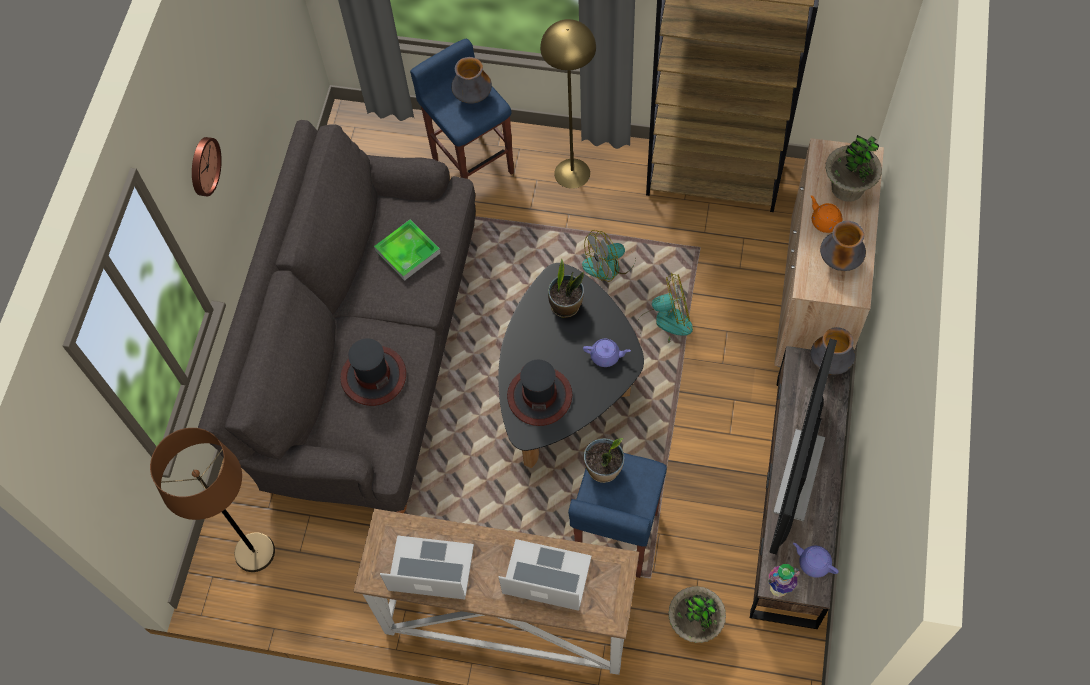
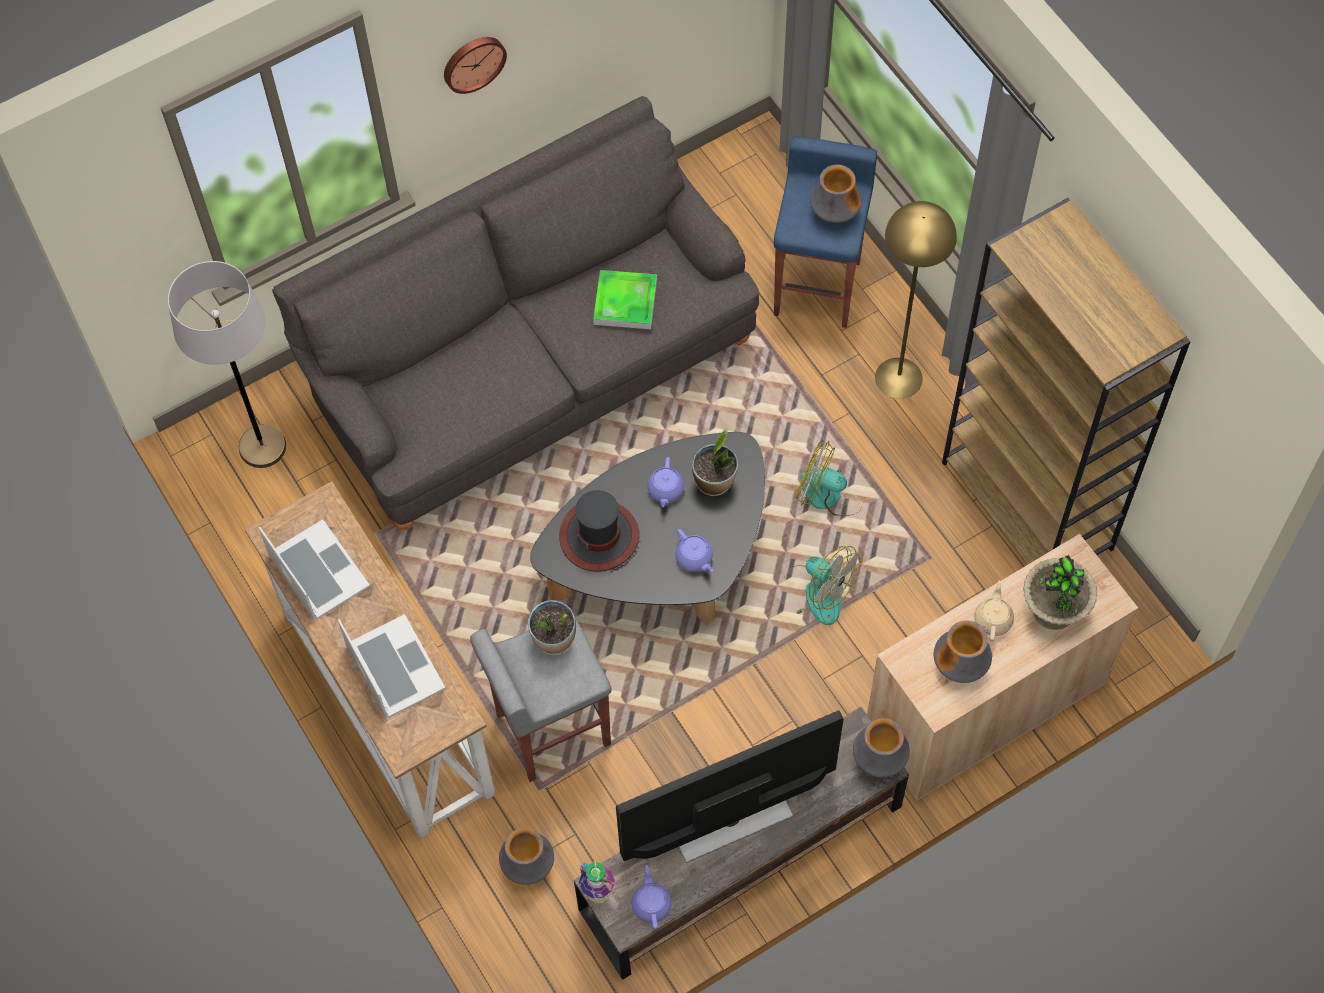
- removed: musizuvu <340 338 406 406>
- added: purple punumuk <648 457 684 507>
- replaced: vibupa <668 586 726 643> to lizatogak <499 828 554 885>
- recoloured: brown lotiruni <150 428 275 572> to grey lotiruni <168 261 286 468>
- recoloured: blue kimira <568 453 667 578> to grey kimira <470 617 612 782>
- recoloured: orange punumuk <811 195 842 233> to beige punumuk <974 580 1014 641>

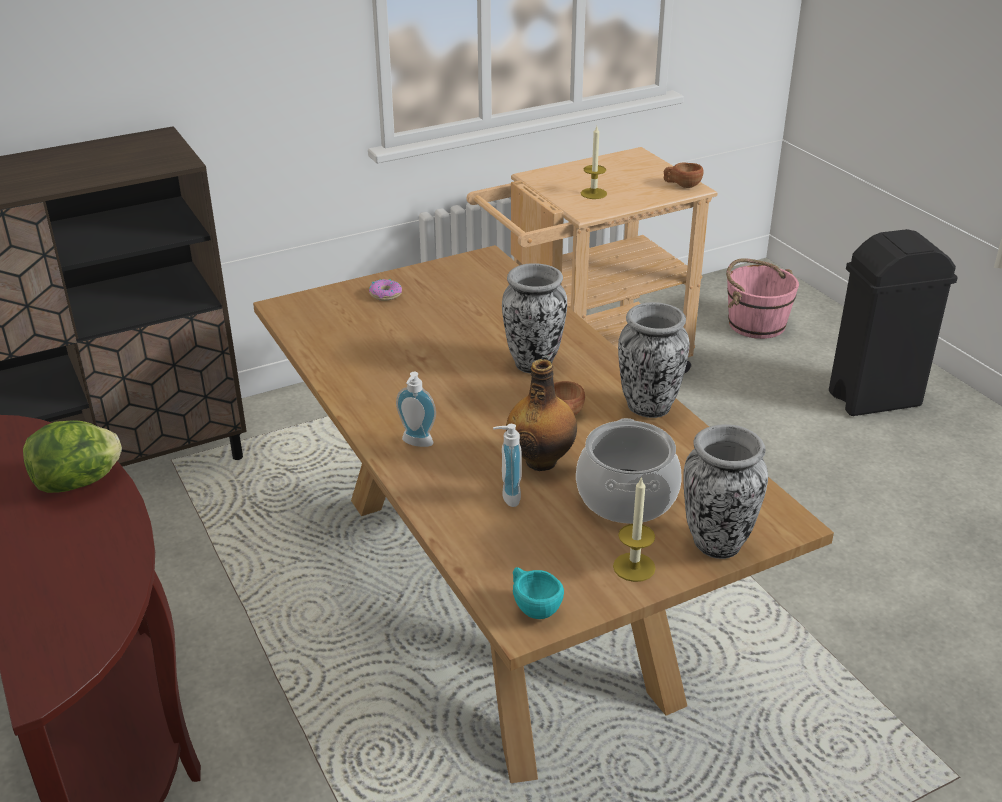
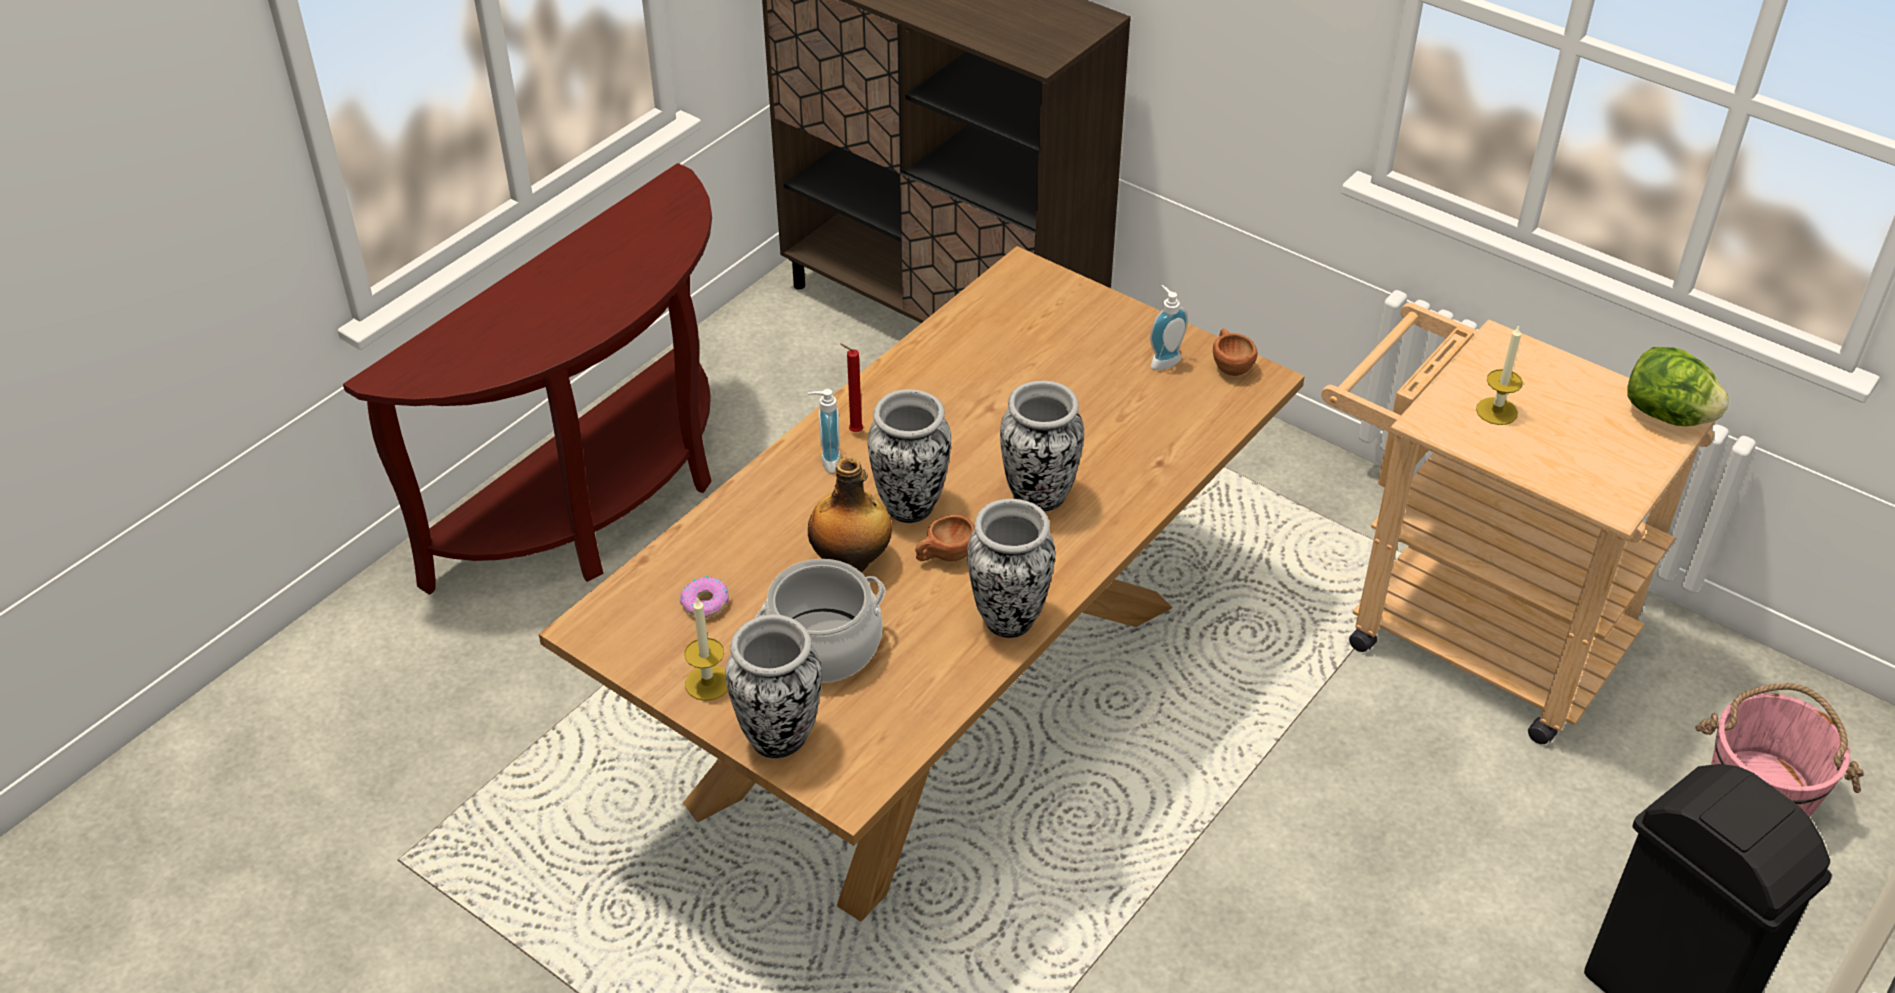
- removed: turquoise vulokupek <513 567 564 619>
- added: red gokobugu <840 344 863 432>
- added: lizatogak <868 389 951 523>
- moved: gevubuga <23 420 122 493> to <1627 347 1729 426>
- moved: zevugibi <369 279 402 301> to <680 576 729 618>
- moved: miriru <493 424 522 507> to <1150 285 1188 370>
- moved: brown vulokupek <664 162 703 188> to <1213 328 1258 376>

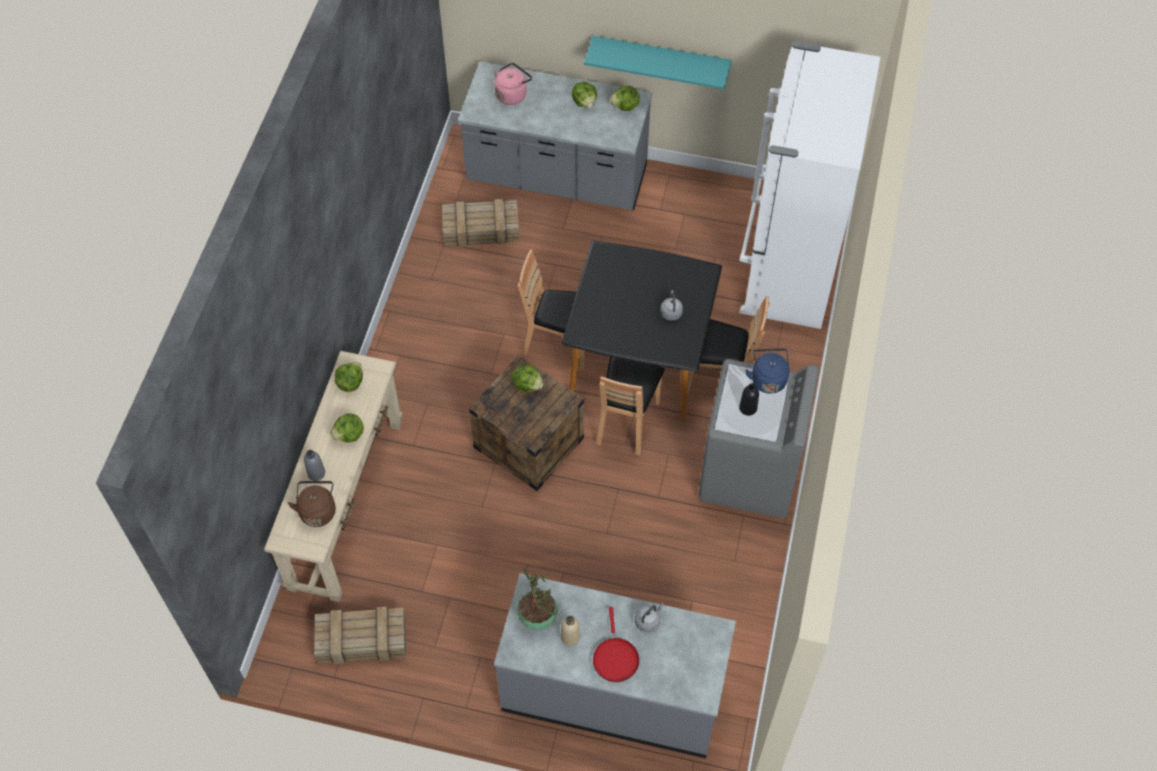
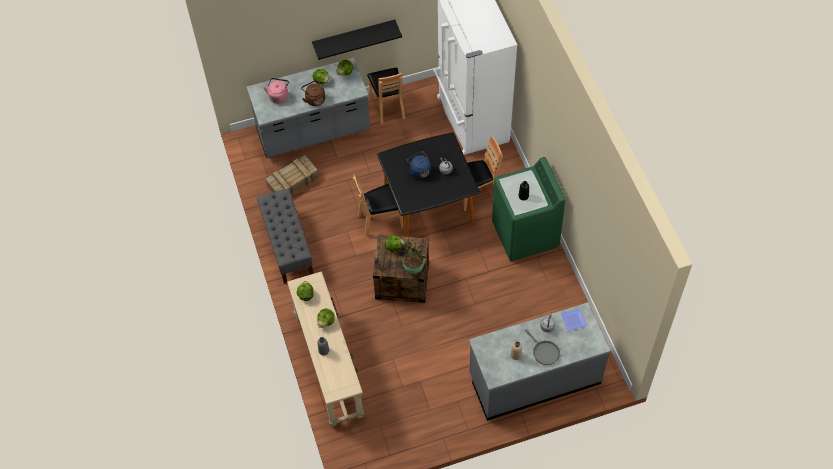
- removed: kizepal <314 607 406 664>
- added: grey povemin <257 188 313 284>
- added: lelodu <561 309 587 331>
- moved: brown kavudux <288 481 336 527> to <301 80 325 106>
- moved: vibupa <517 566 557 630> to <400 240 426 274>
- moved: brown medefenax <596 357 665 455> to <367 68 405 124>
- moved: blue kavudux <745 348 789 394> to <407 151 431 178>
- recoloured: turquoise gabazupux <584 36 732 89> to black gabazupux <312 20 402 60>
- recoloured: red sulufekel <593 607 639 682> to grey sulufekel <525 329 560 365>
- recoloured: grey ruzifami <698 359 819 518> to green ruzifami <492 157 566 261>

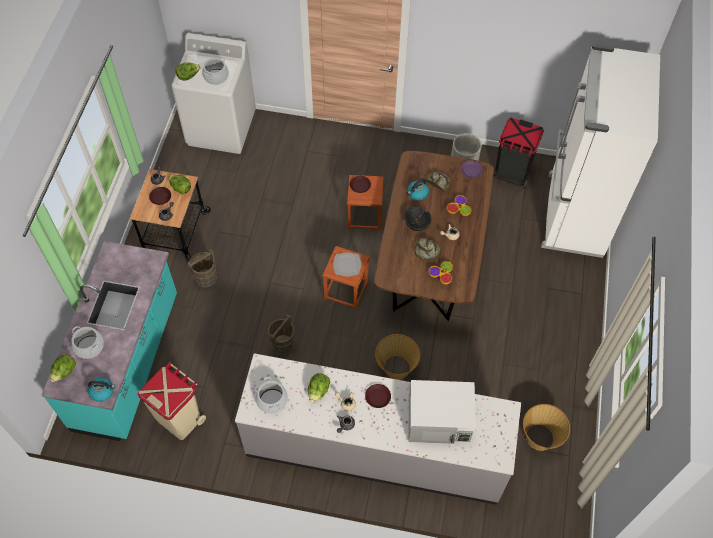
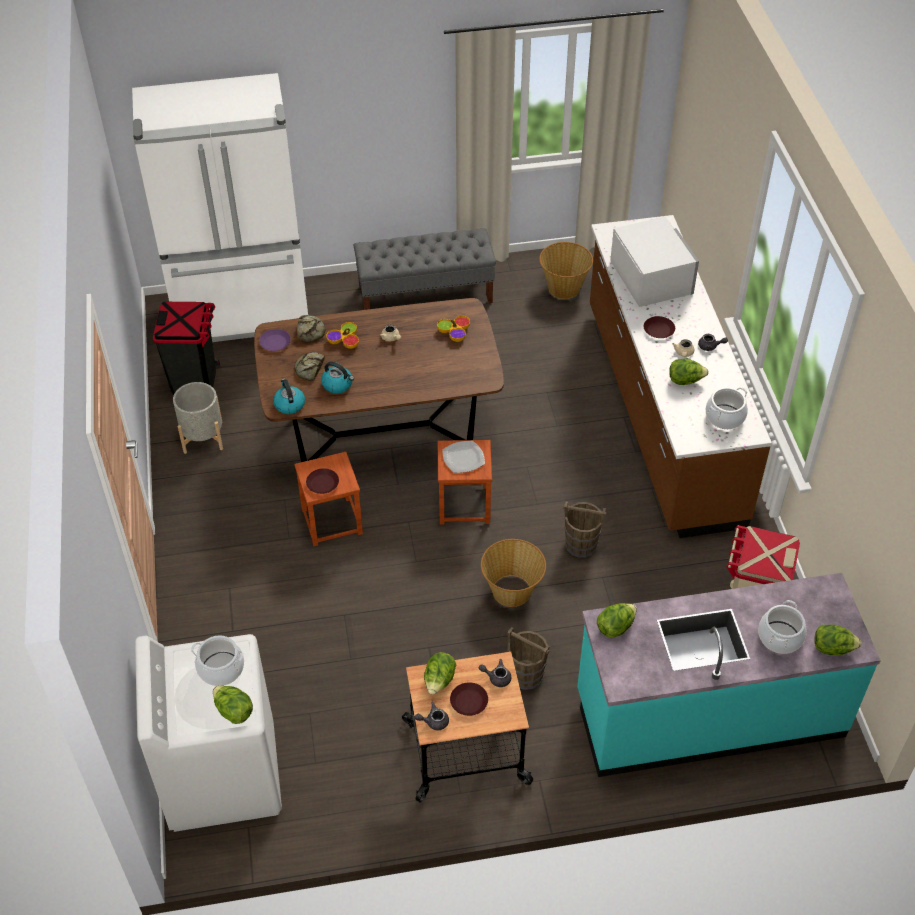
- removed: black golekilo <404 206 432 231>
- added: grey povemin <354 228 496 310>
- added: gevubuga <597 603 637 638>
- moved: kavudux <88 377 115 402> to <273 378 305 414>
- moved: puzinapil <375 334 420 380> to <481 539 546 607>
- moved: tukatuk <414 238 441 260> to <297 315 325 342>
- recoloured: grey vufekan <235 353 521 505> to brown vufekan <590 215 772 538>

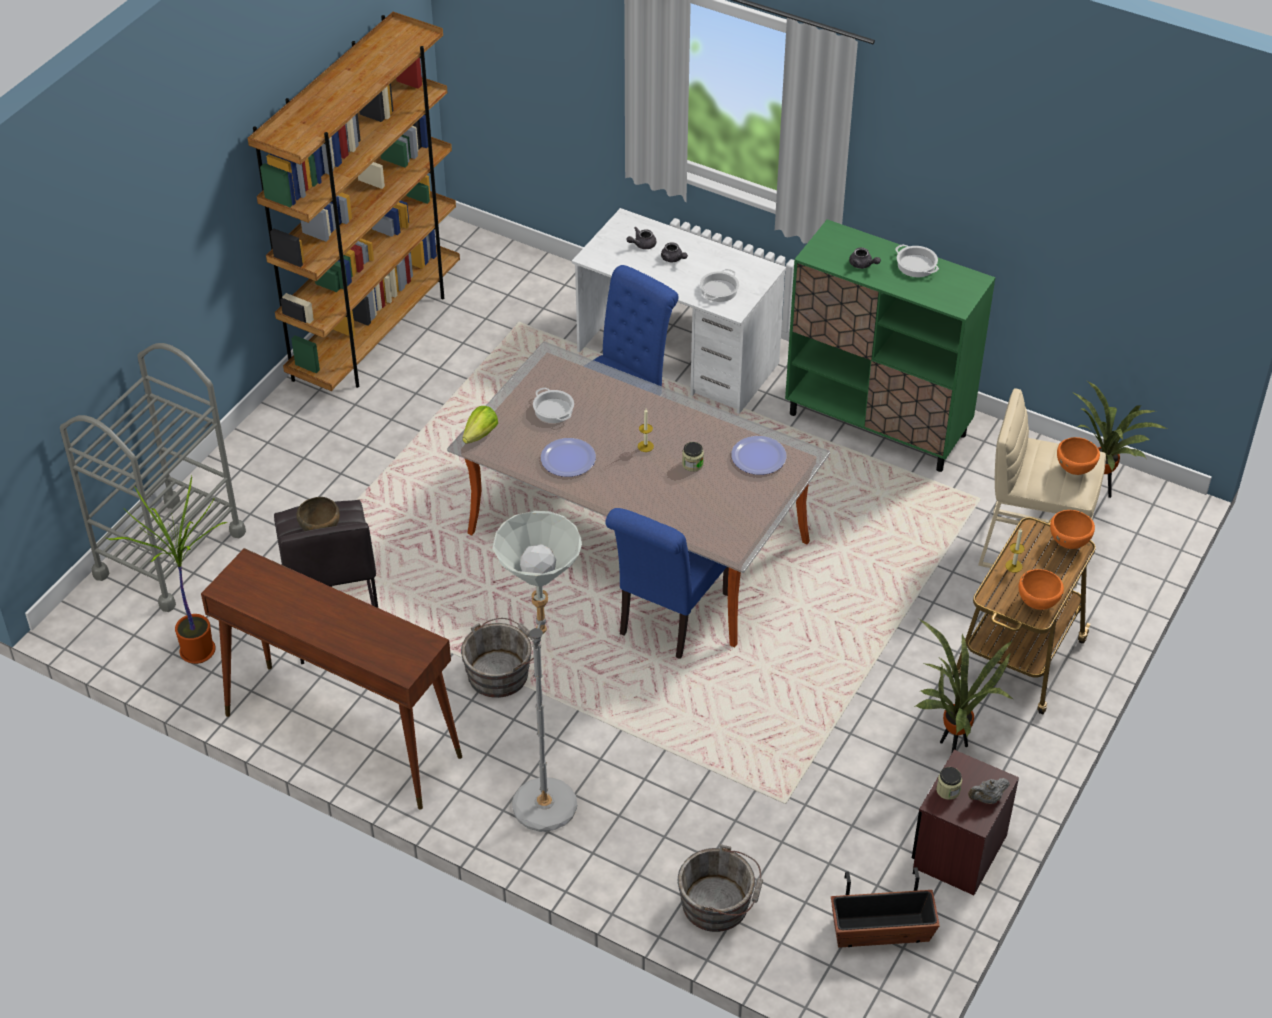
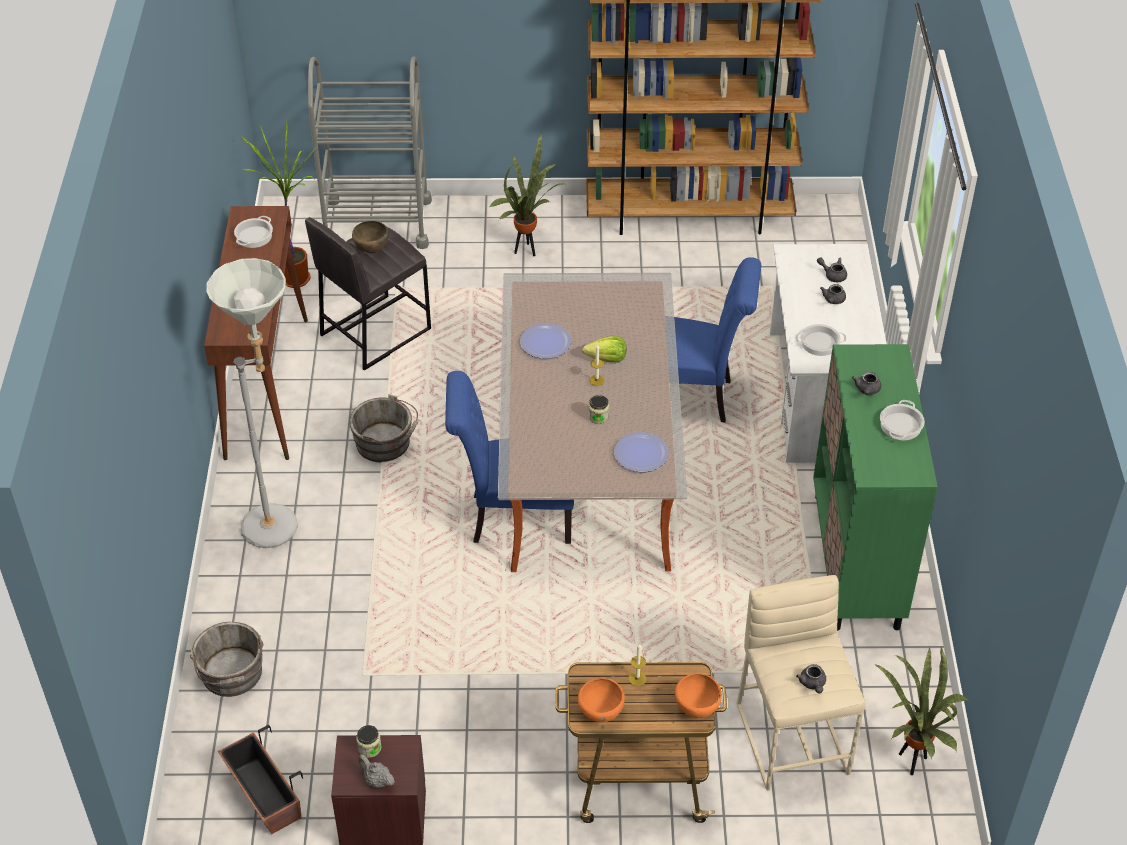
- moved: gevubuga <462 406 498 444> to <582 336 627 362>
- moved: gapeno <533 388 574 423> to <234 216 273 248>
- moved: vibupa <914 619 1014 754> to <489 132 564 256>
- replaced: orange golekilo <1057 437 1100 475> to grey punumuk <796 664 826 693>

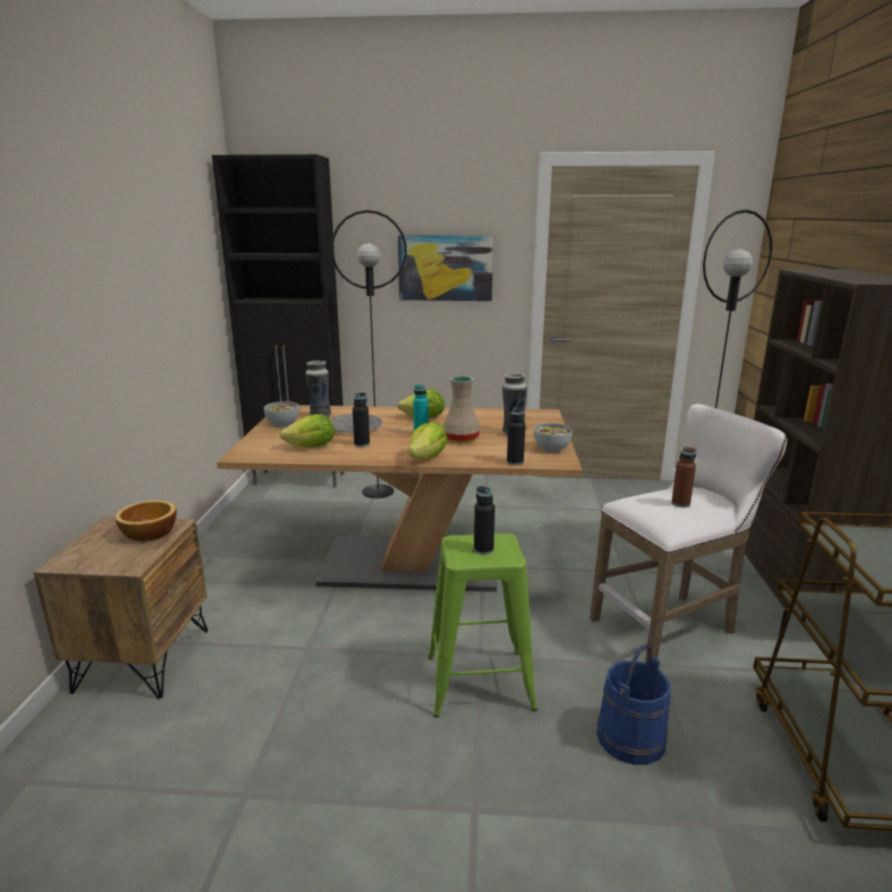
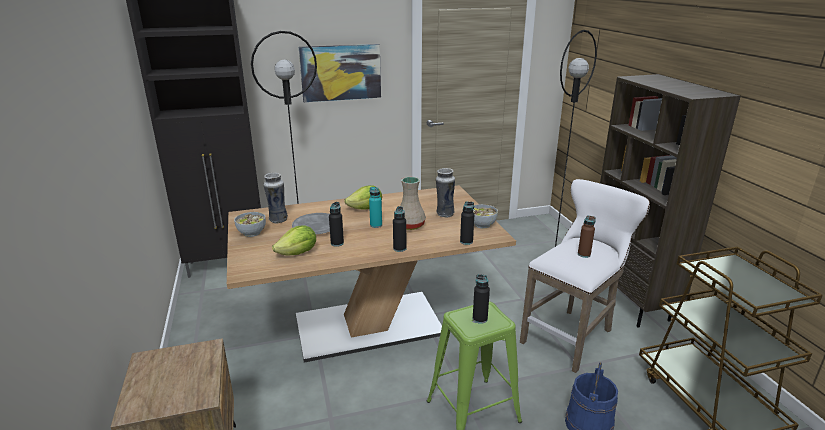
- removed: golekilo <115 500 177 541>
- replaced: gevubuga <408 422 448 460> to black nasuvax <393 206 406 252>

